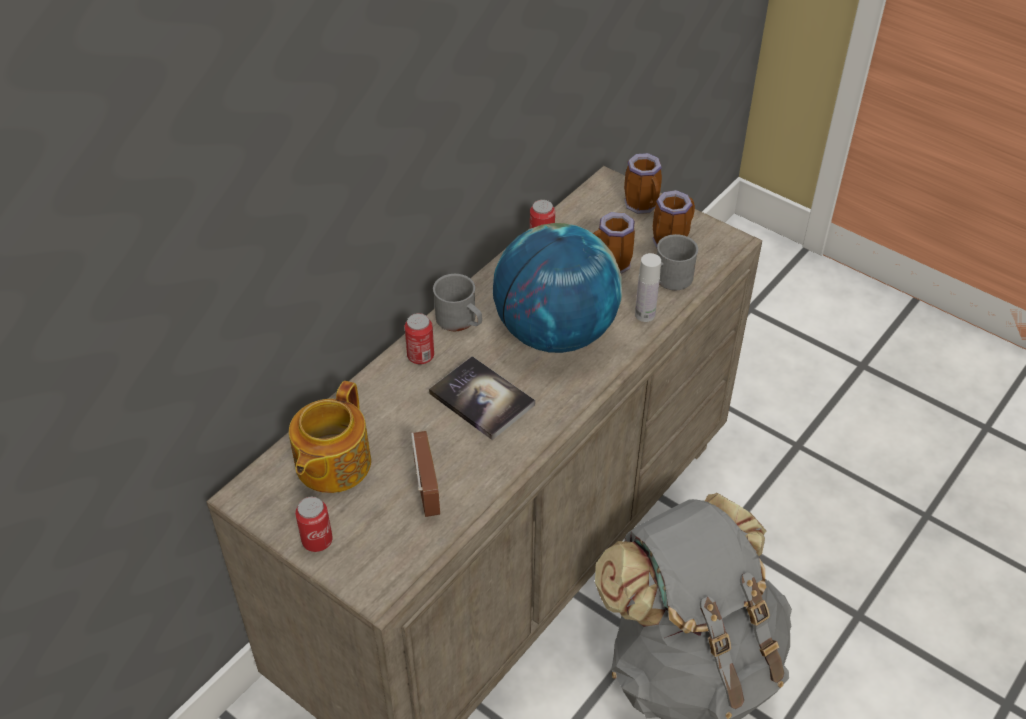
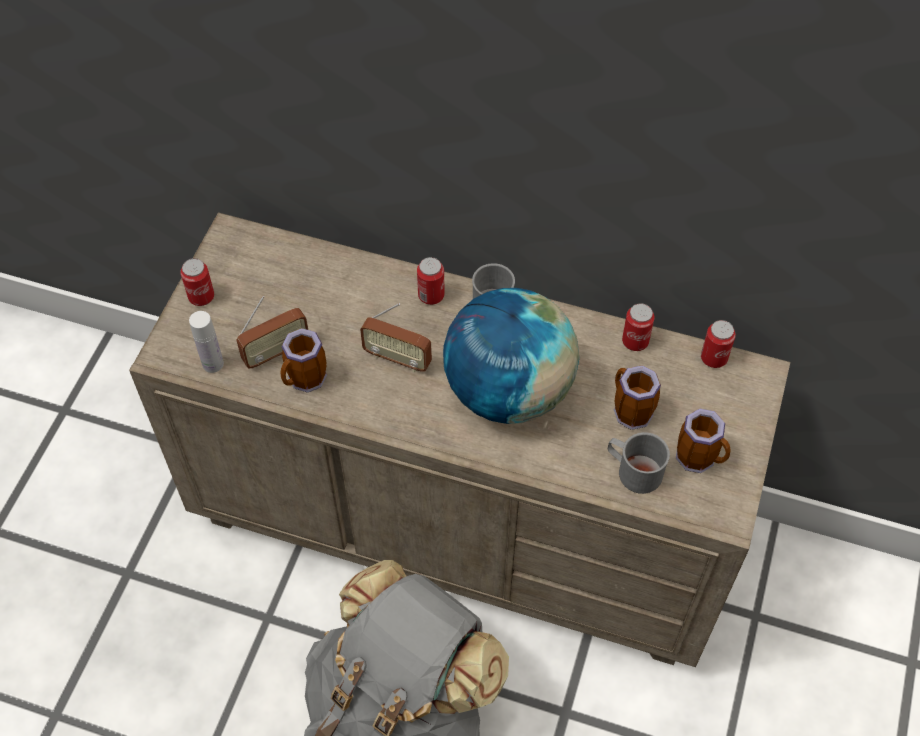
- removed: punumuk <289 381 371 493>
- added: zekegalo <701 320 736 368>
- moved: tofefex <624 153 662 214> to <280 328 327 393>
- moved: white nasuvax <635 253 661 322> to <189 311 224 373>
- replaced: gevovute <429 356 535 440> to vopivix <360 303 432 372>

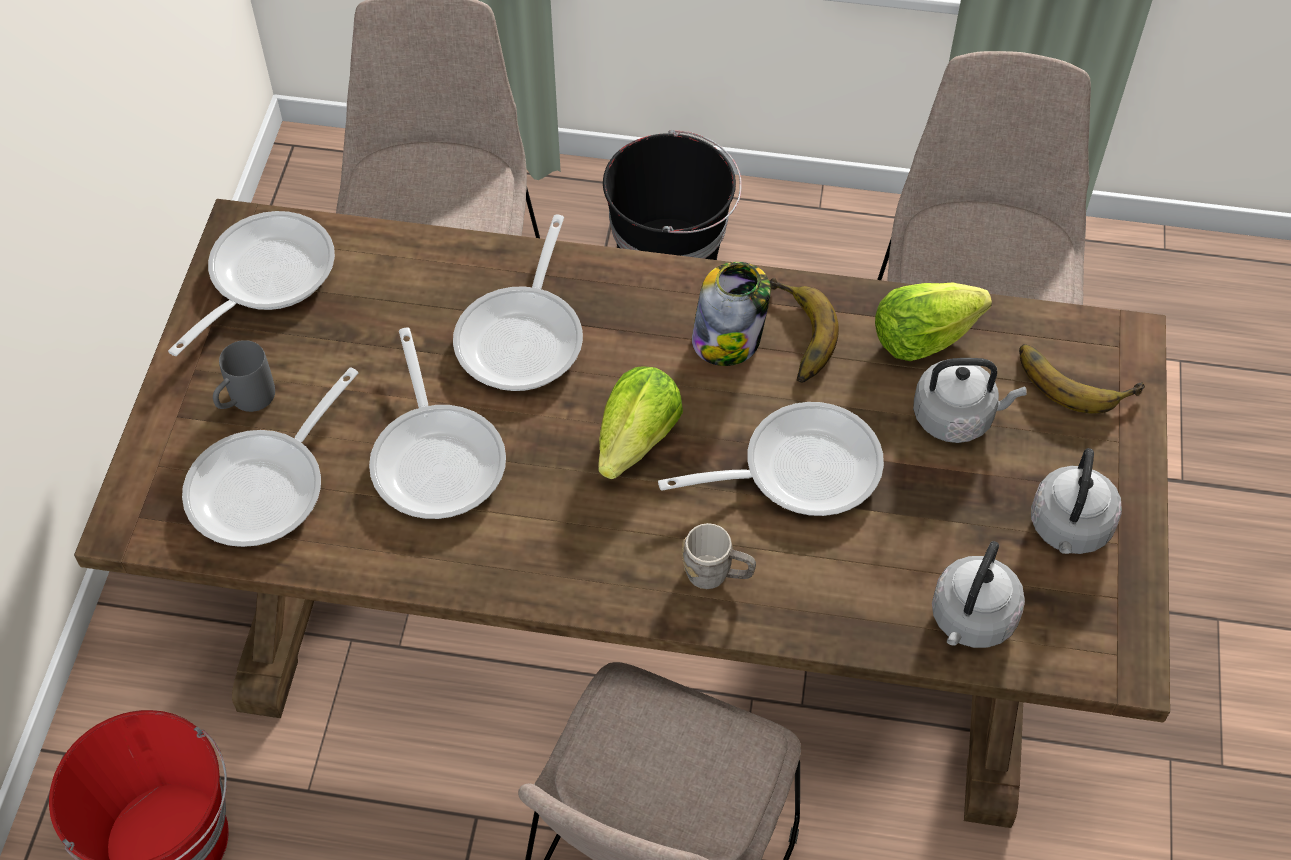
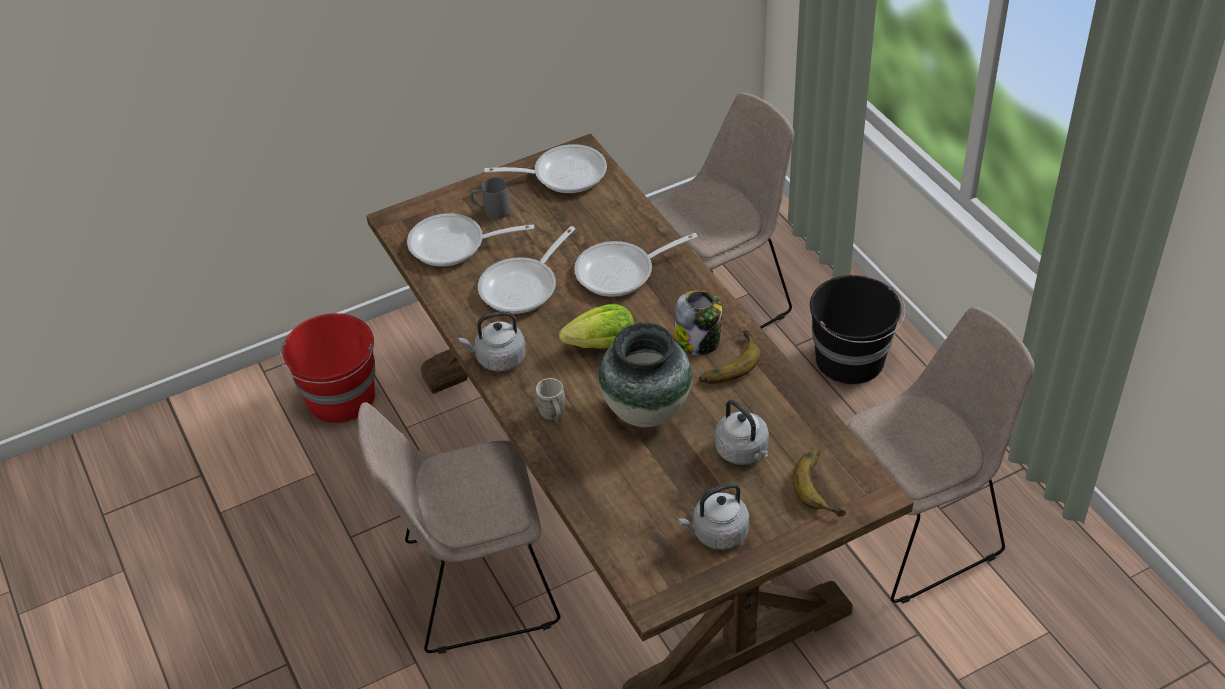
- removed: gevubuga <875 282 992 361>
- moved: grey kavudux <932 541 1025 648> to <459 311 526 372>
- replaced: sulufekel <658 402 884 516> to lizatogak <598 323 692 427>

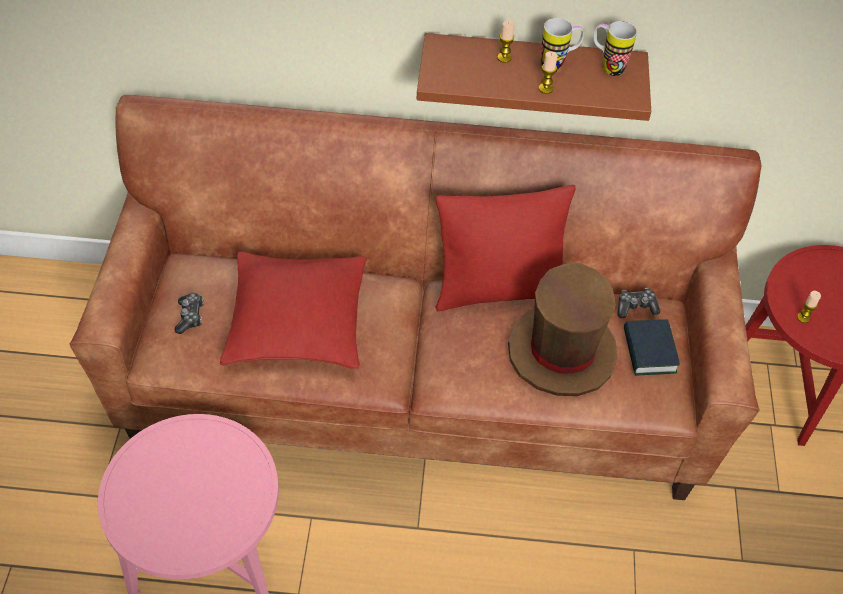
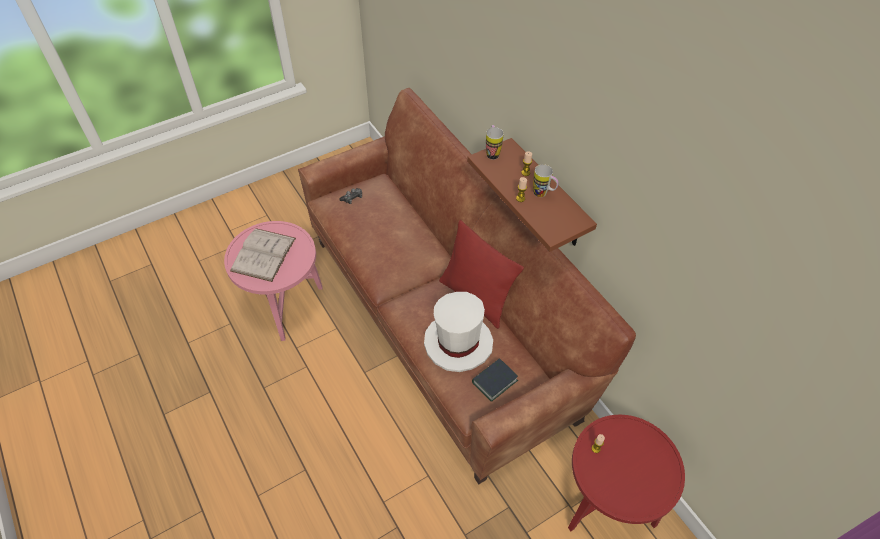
- removed: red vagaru <220 251 367 369>
- removed: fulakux <617 288 660 318>
- added: white gevovute <230 228 296 282>
- moved: tofefex <593 21 637 76> to <486 125 504 160>
- recoloured: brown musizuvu <508 263 617 396> to white musizuvu <424 292 493 372>

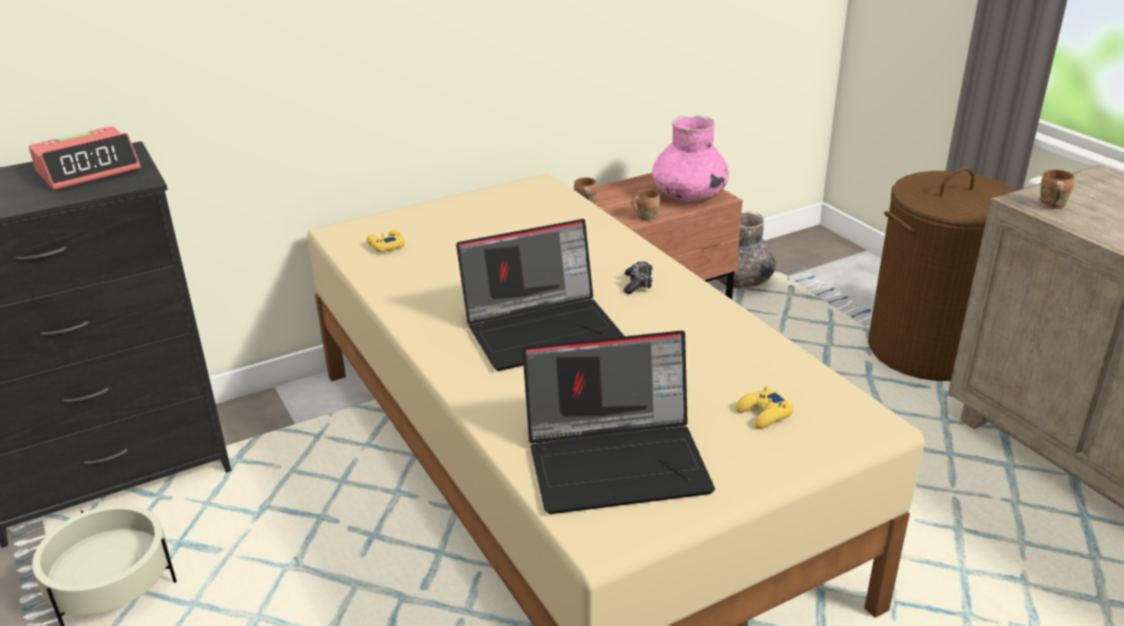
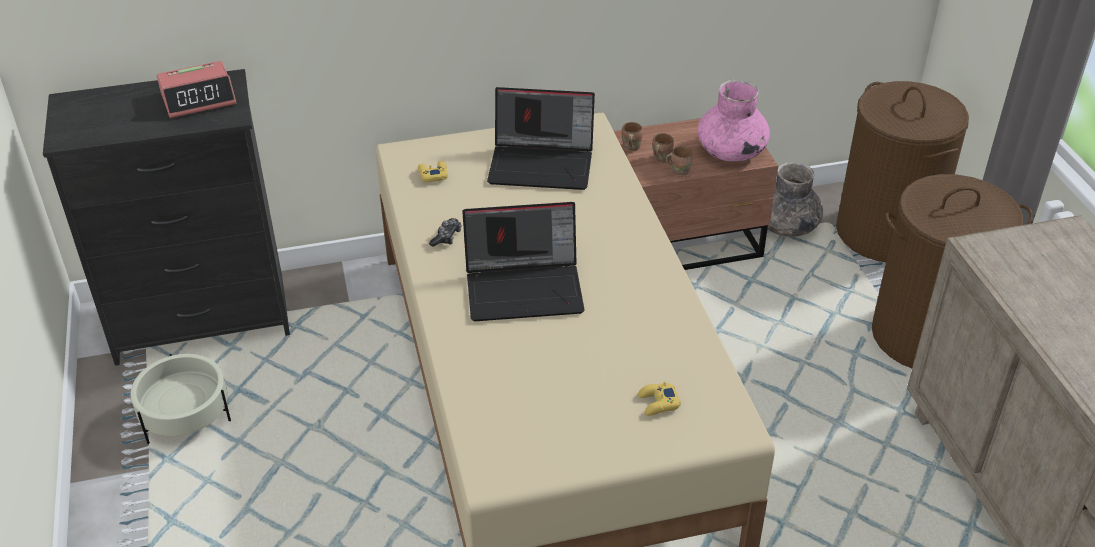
- added: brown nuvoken <836 81 969 262>
- moved: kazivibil <522 331 715 514> to <487 87 595 190>
- moved: fulakux <624 261 653 294> to <429 218 462 247>
- moved: brown tofefex <1040 169 1074 209> to <652 133 674 163>

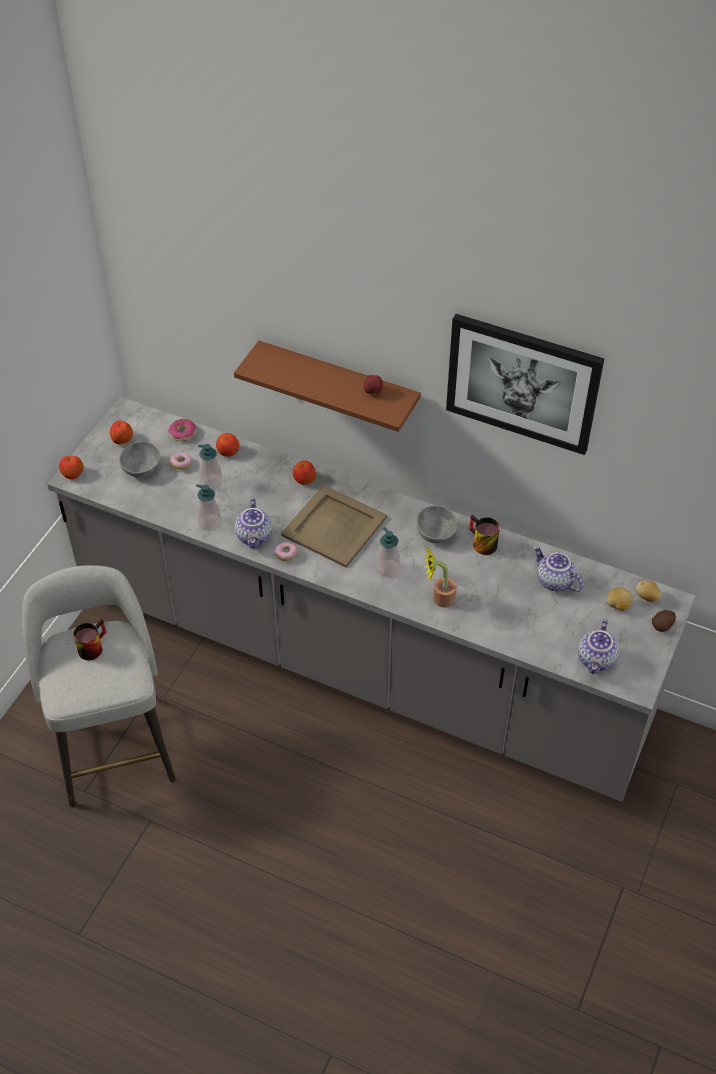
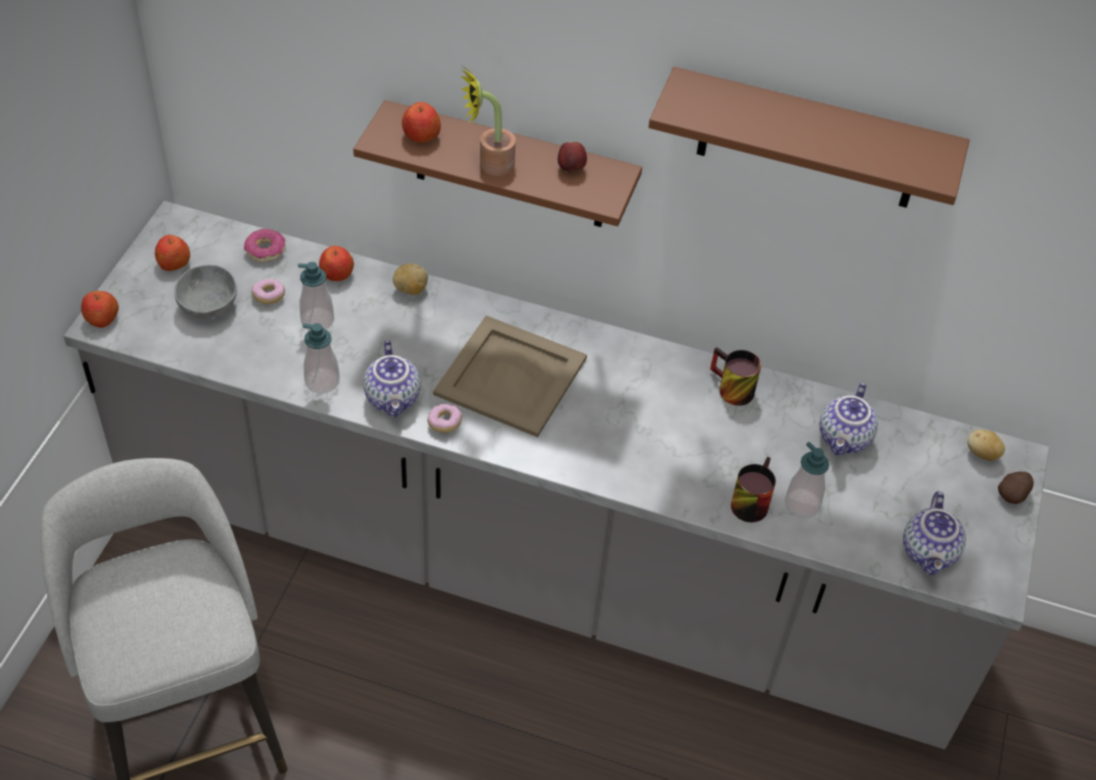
- removed: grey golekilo <416 506 458 543>
- moved: tofefex <73 619 107 660> to <731 457 776 522>
- moved: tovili <293 460 316 485> to <402 102 441 143>
- moved: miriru <377 527 400 577> to <785 442 829 517>
- moved: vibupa <424 546 457 608> to <461 66 516 176>
- moved: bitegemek <607 587 633 611> to <393 263 428 295>
- replaced: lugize <446 314 604 455> to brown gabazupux <649 67 970 208>
- turned: punumuk <533 546 583 592> = <819 383 878 455> 105 degrees counterclockwise

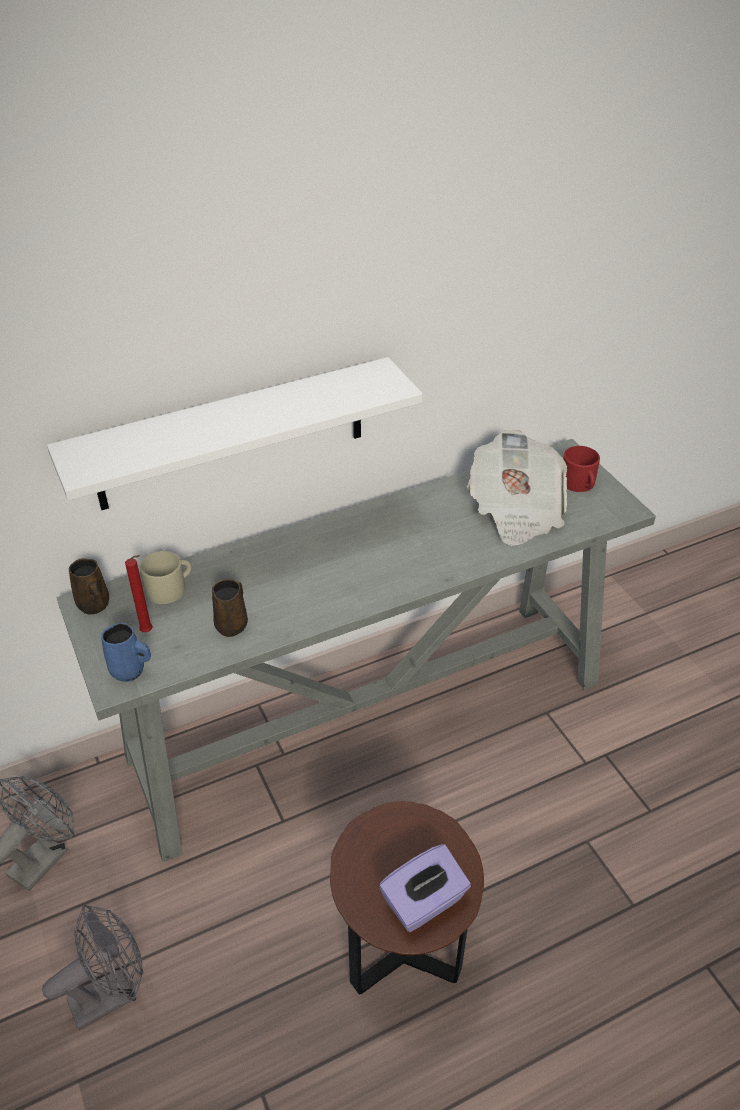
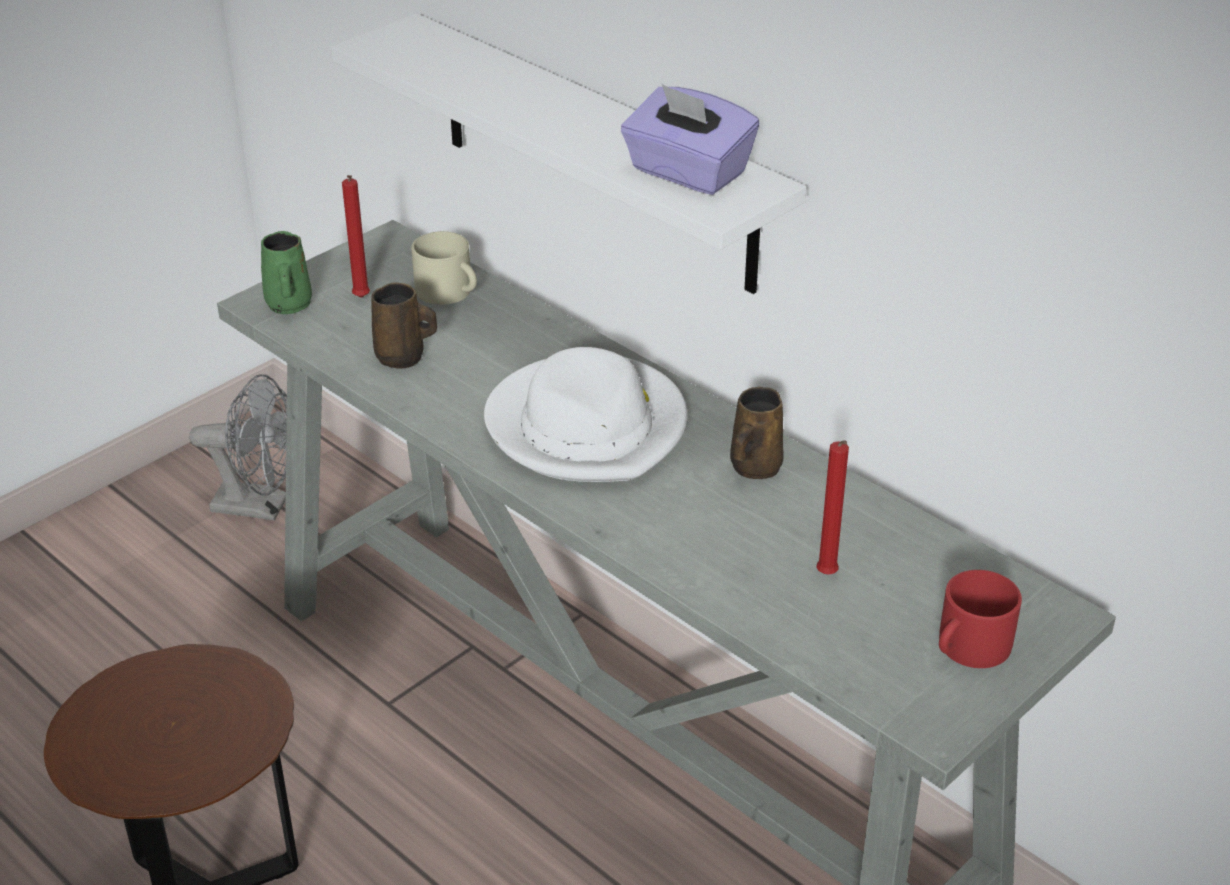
- removed: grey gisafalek <42 904 143 1030>
- added: white musizuvu <484 347 687 482>
- moved: brown tofefex <69 558 109 615> to <730 387 784 479>
- moved: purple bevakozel <379 844 471 932> to <621 84 759 195>
- replaced: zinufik <467 430 567 546> to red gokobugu <816 440 849 574>
- recoloured: blue tofefex <101 622 151 682> to green tofefex <261 231 312 314>

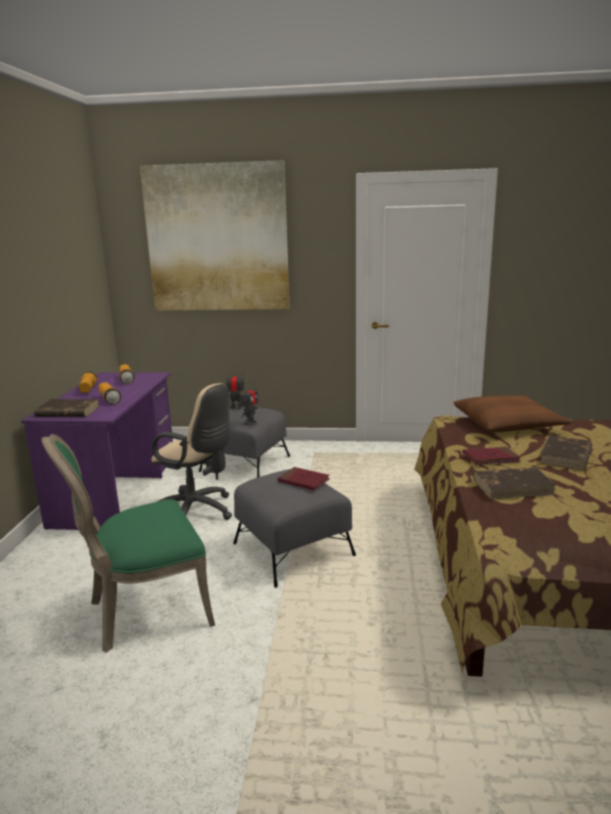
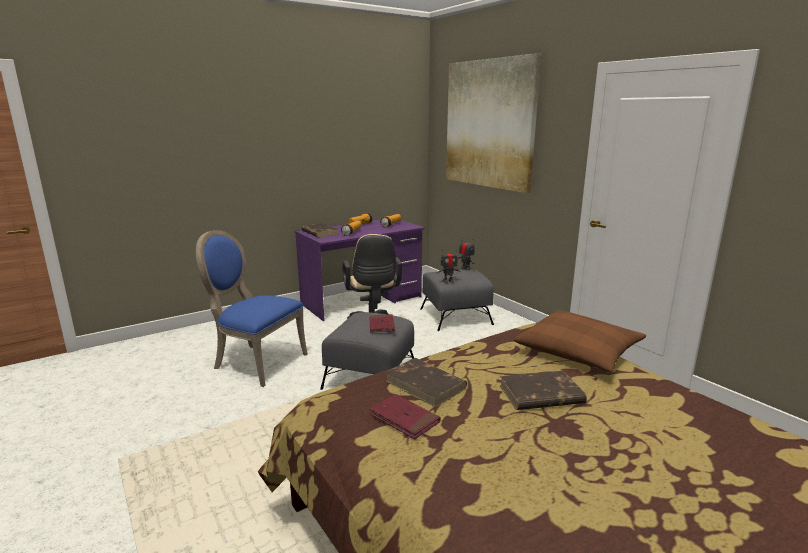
- moved: red gevovute <463 446 521 465> to <369 394 441 439>
- recoloured: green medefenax <42 434 215 653> to blue medefenax <196 230 308 387>

